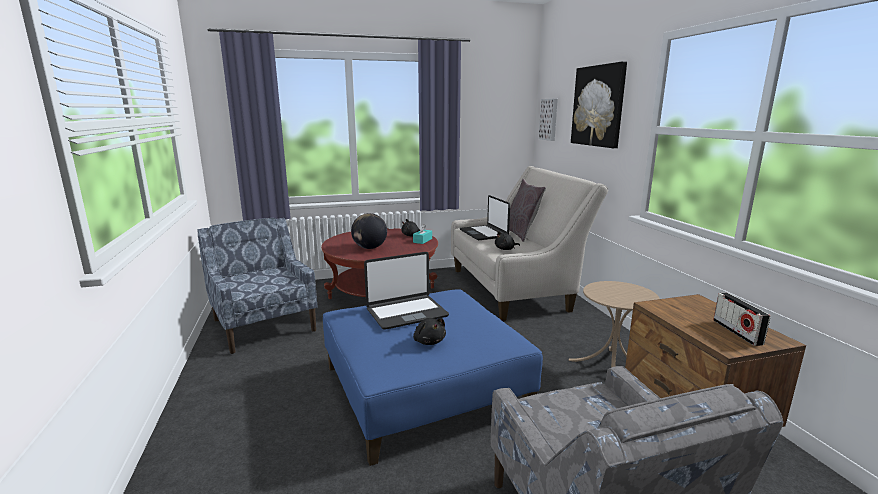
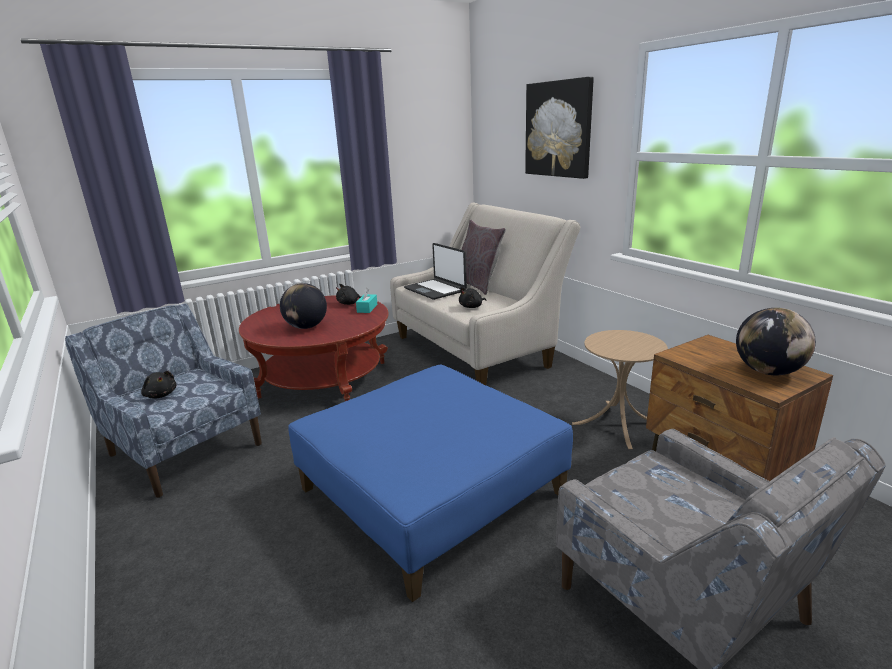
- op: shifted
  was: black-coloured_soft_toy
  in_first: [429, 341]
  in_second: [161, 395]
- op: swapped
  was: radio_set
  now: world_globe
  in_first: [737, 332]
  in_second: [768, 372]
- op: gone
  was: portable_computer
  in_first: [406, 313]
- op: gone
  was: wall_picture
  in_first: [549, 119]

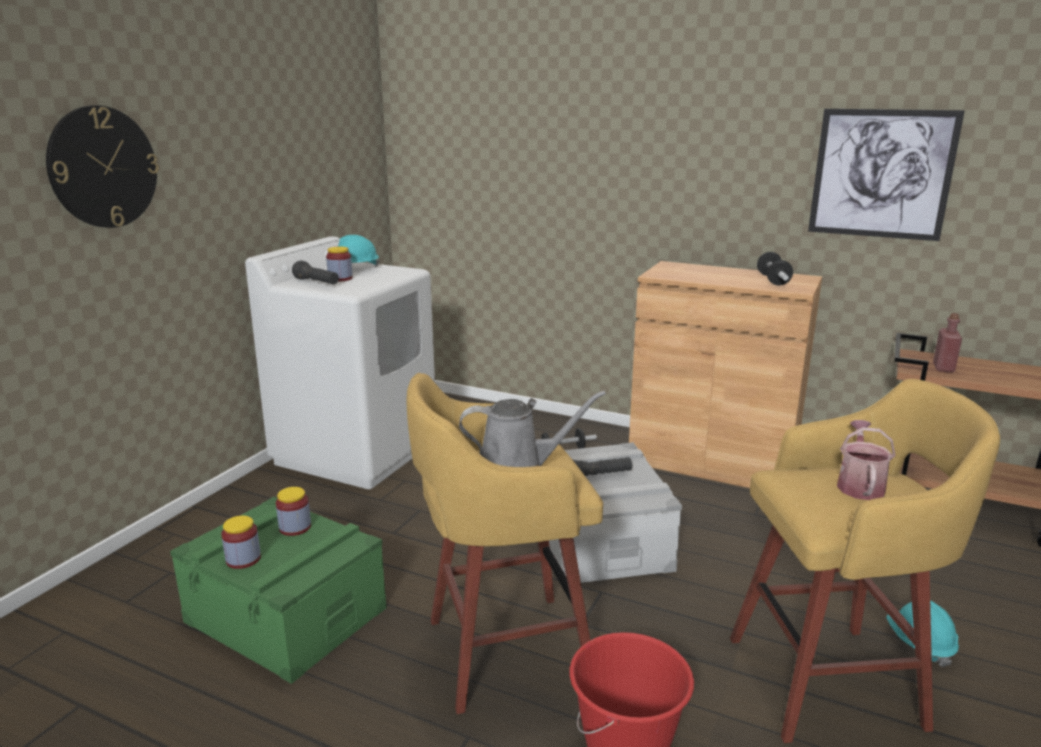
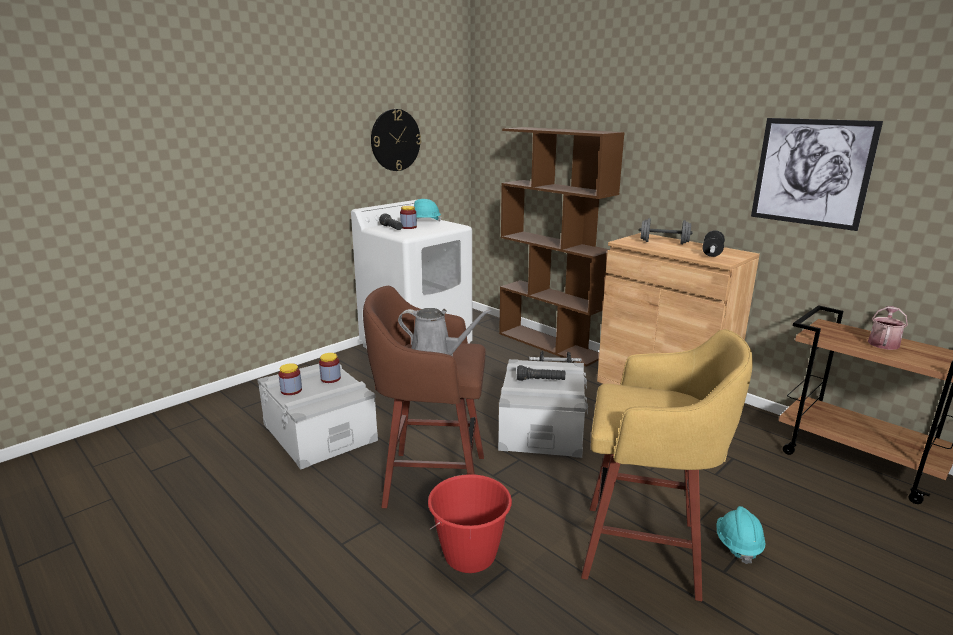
- op: repainted
  was: green-coloured_storage_bin
  now: greyish_storage_bin
  in_first: [287, 615]
  in_second: [320, 432]
- op: repainted
  was: yellow_stool
  now: brownish_stool
  in_first: [502, 651]
  in_second: [431, 480]
- op: shifted
  was: wall_clock
  in_first: [103, 167]
  in_second: [395, 140]
- op: new
  now: brownish_bookshelf
  in_second: [551, 344]
- op: new
  now: greyish_hand_weight
  in_second: [664, 242]
- op: shifted
  was: sprinkling_can
  in_first: [859, 485]
  in_second: [883, 342]
- op: gone
  was: red-coloured_drink_bottle
  in_first: [943, 368]

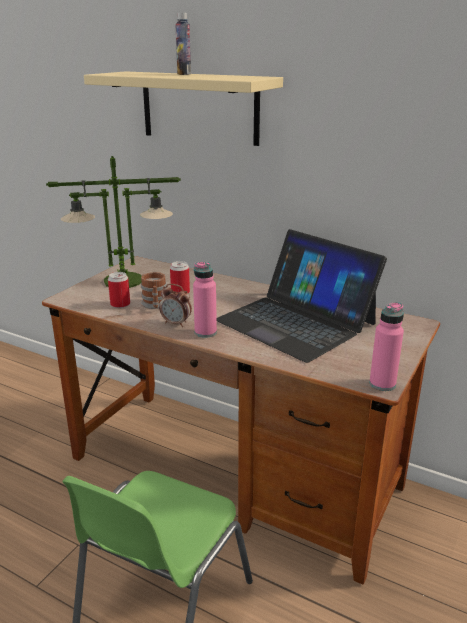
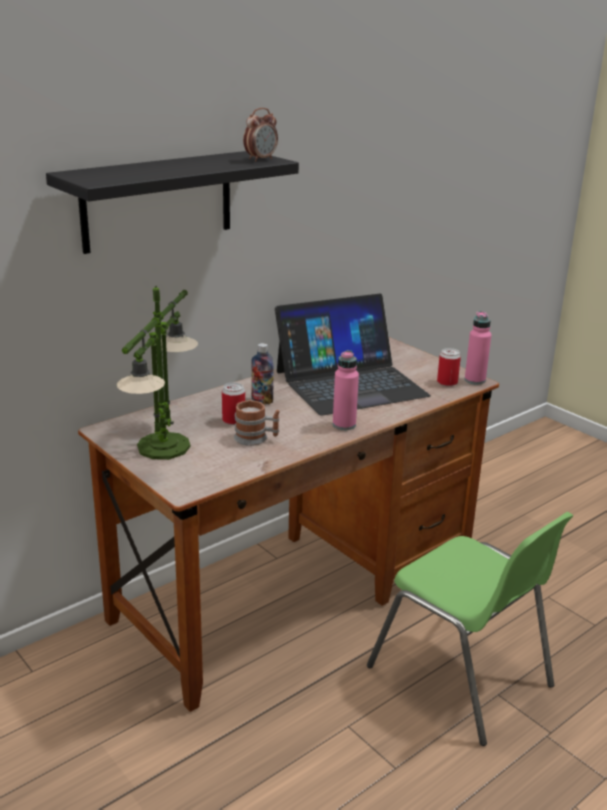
- op: repainted
  was: beige_bracket_shelf
  now: black-coloured_bracket_shelf
  in_first: [199, 107]
  in_second: [158, 201]
- op: shifted
  was: table_clock
  in_first: [176, 323]
  in_second: [260, 159]
- op: shifted
  was: drink_bottle
  in_first: [184, 74]
  in_second: [262, 400]
- op: shifted
  was: sealed_can
  in_first: [120, 304]
  in_second: [447, 382]

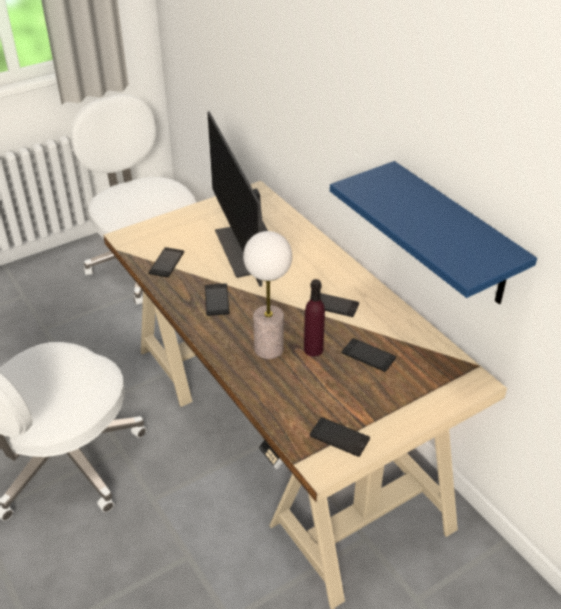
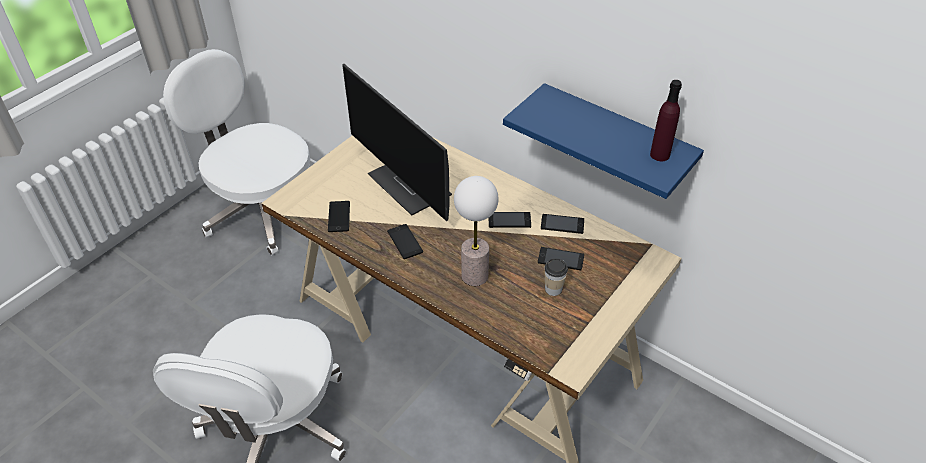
- op: shifted
  was: telephone
  in_first: [339, 437]
  in_second: [562, 224]
- op: new
  now: cup
  in_second: [553, 289]
- op: shifted
  was: purple-coloured_drink_bottle
  in_first: [313, 349]
  in_second: [659, 155]

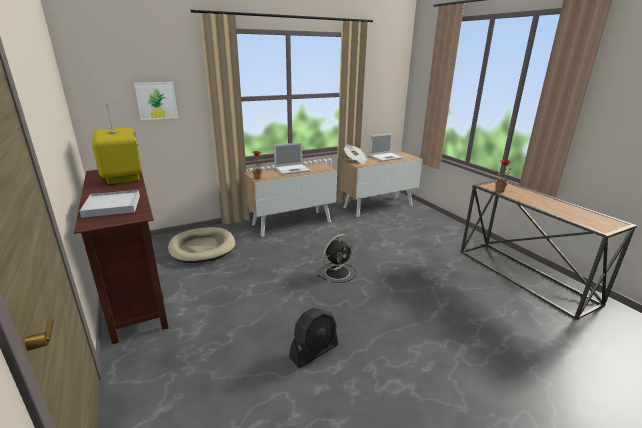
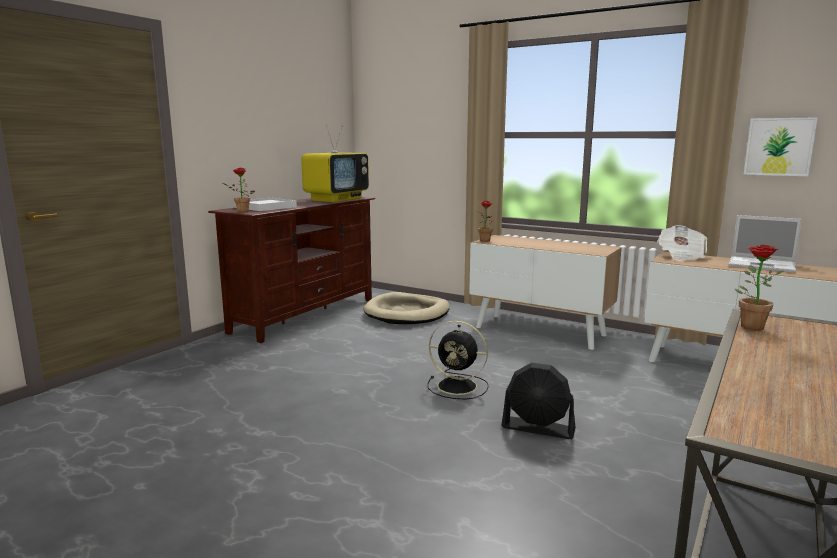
- op: new
  now: houseplant
  in_second: [240, 212]
- op: shifted
  was: black-coloured_electric_fan
  in_first: [314, 351]
  in_second: [538, 428]
- op: shifted
  was: wall_picture
  in_first: [156, 100]
  in_second: [779, 147]
- op: gone
  was: portable_computer
  in_first: [293, 169]

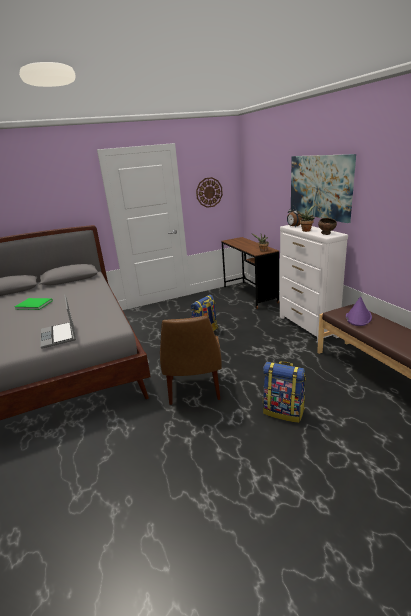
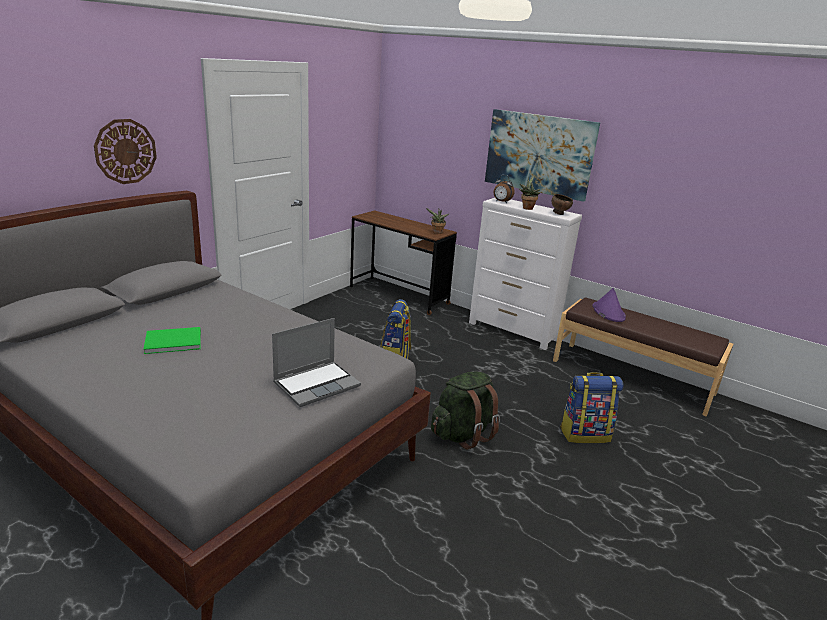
- op: shifted
  was: wall_clock
  in_first: [209, 192]
  in_second: [125, 151]
- op: rotated
  was: portable_computer
  in_first: [59, 335]
  in_second: [317, 384]
  clockwise: -75
- op: swapped
  was: brownish_chair
  now: green-coloured_knapsack
  in_first: [194, 390]
  in_second: [463, 434]

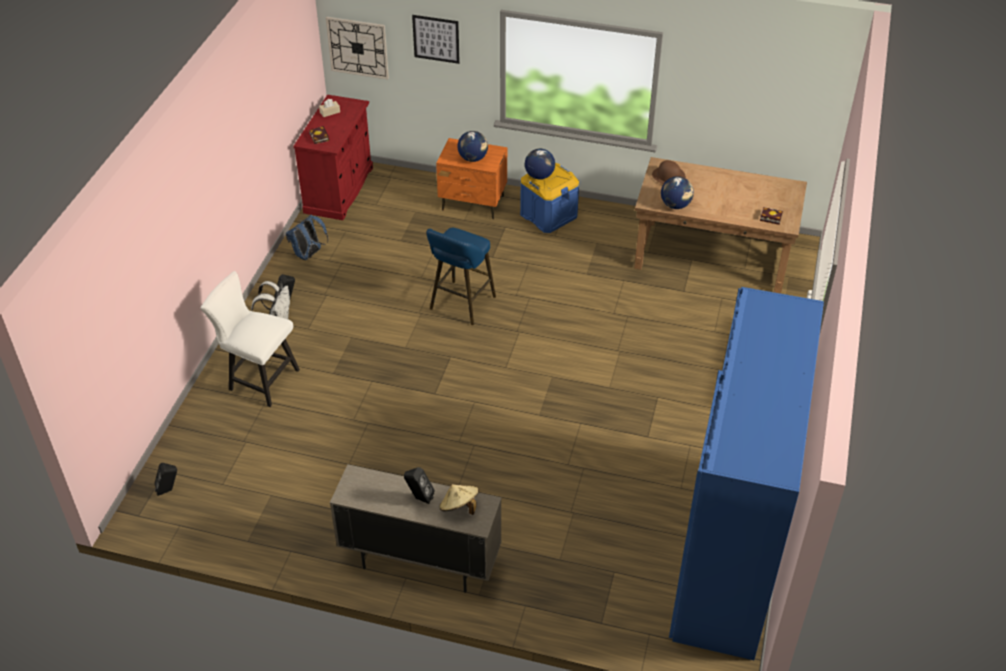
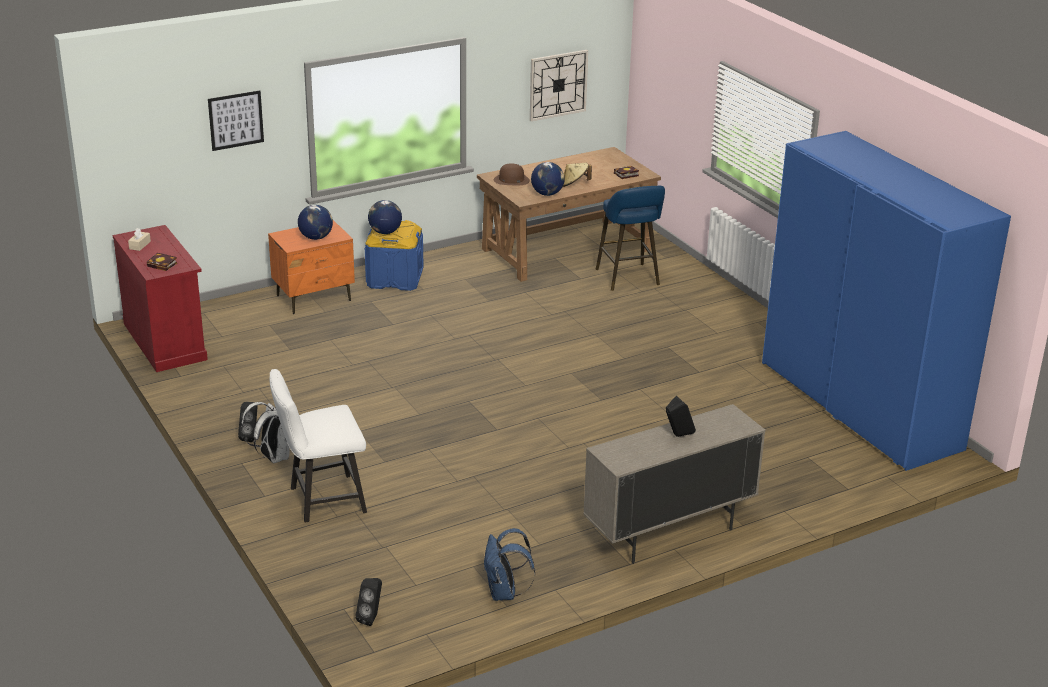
- op: shifted
  was: bluish_knapsack
  in_first: [308, 255]
  in_second: [504, 593]
- op: shifted
  was: wall_clock
  in_first: [358, 47]
  in_second: [558, 85]
- op: shifted
  was: beige_wearable_hat
  in_first: [459, 507]
  in_second: [574, 184]
- op: shifted
  was: bluish_stool
  in_first: [461, 305]
  in_second: [628, 279]

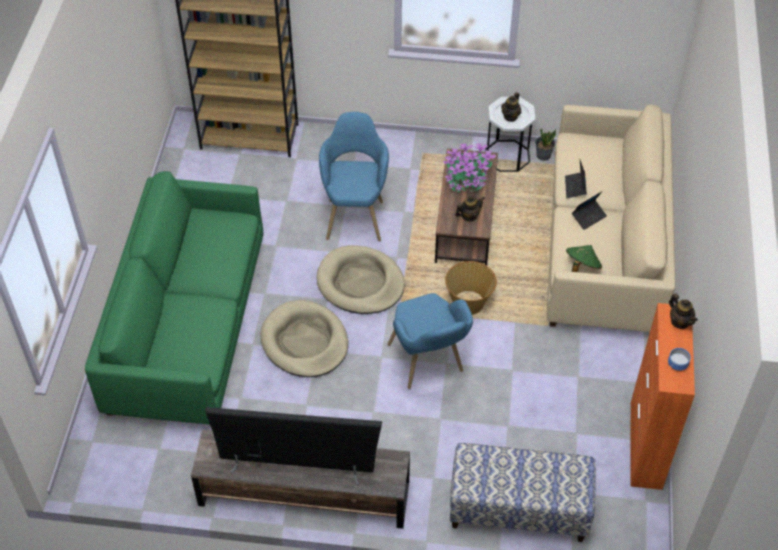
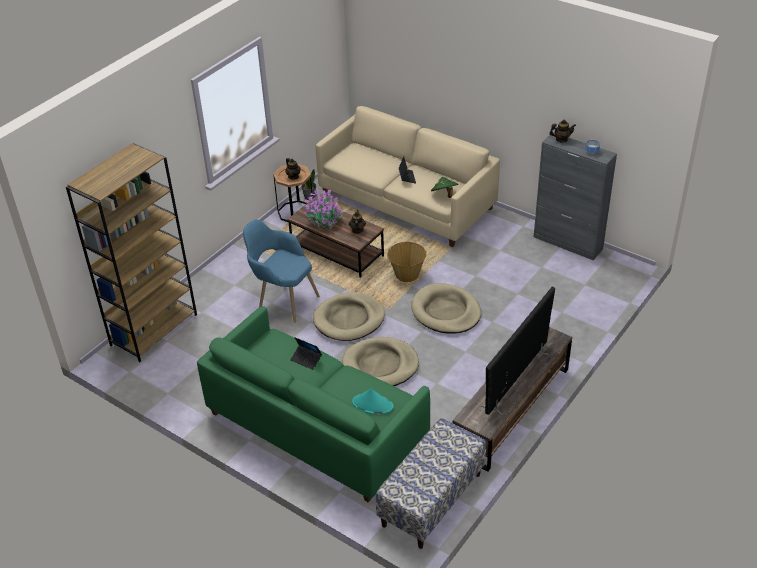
- op: repainted
  was: white-coloured_end_table
  now: brownish_end_table
  in_first: [507, 156]
  in_second: [295, 212]
- op: shifted
  was: portable_computer
  in_first: [575, 187]
  in_second: [306, 359]
- op: new
  now: blue-green_wearable_hat
  in_second: [372, 404]
- op: shifted
  was: indoor_bench
  in_first: [518, 510]
  in_second: [432, 500]
- op: swapped
  was: bluish_lounge_chair
  now: beige_dog_cushion
  in_first: [429, 366]
  in_second: [446, 311]
- op: repainted
  was: orange_storage_cabinet
  now: greyish_storage_cabinet
  in_first: [645, 445]
  in_second: [568, 243]

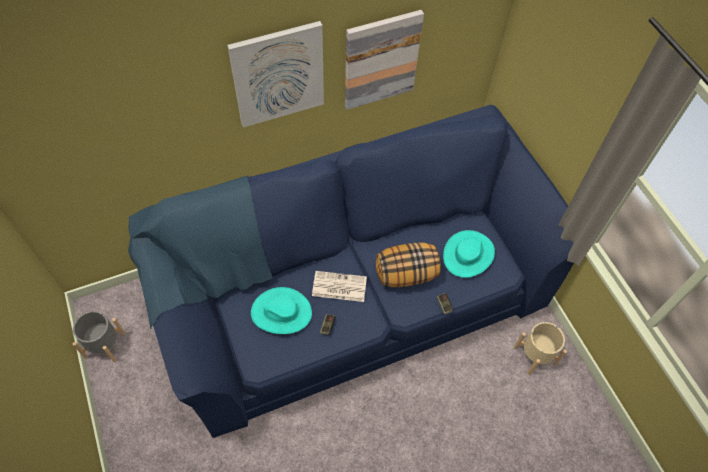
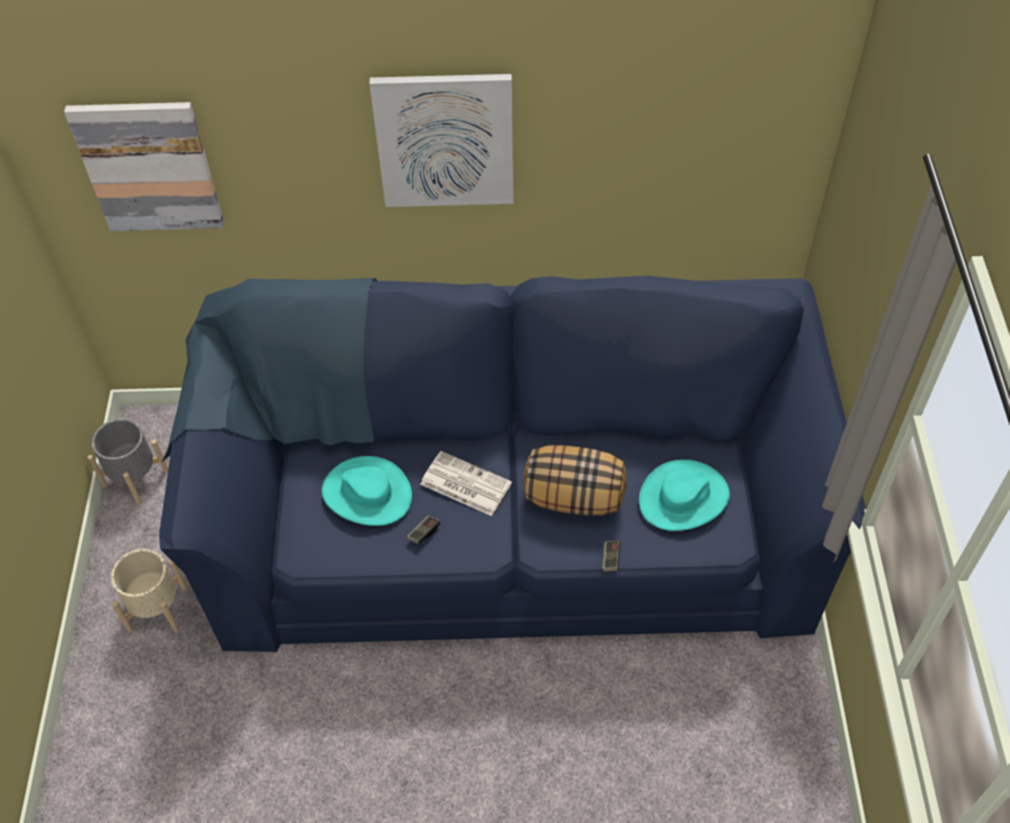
- op: shifted
  was: wall_picture
  in_first: [381, 60]
  in_second: [149, 166]
- op: shifted
  was: beige_planter
  in_first: [535, 355]
  in_second: [157, 608]

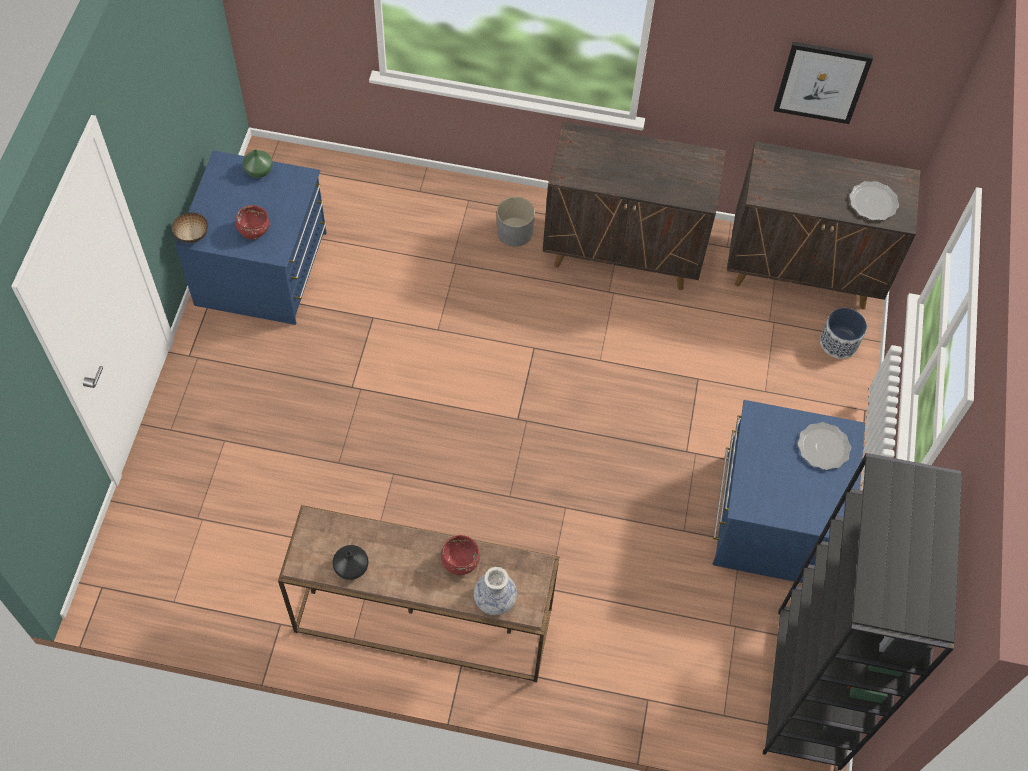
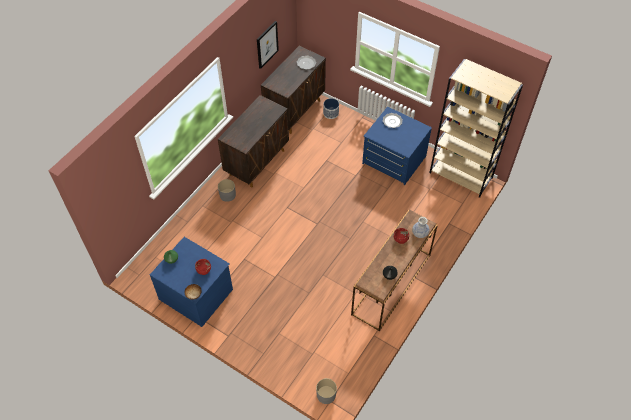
- op: new
  now: greyish_planter
  in_second: [326, 394]
- op: repainted
  was: black-coloured_bookshelf
  now: beige_bookshelf
  in_first: [809, 689]
  in_second: [461, 175]

